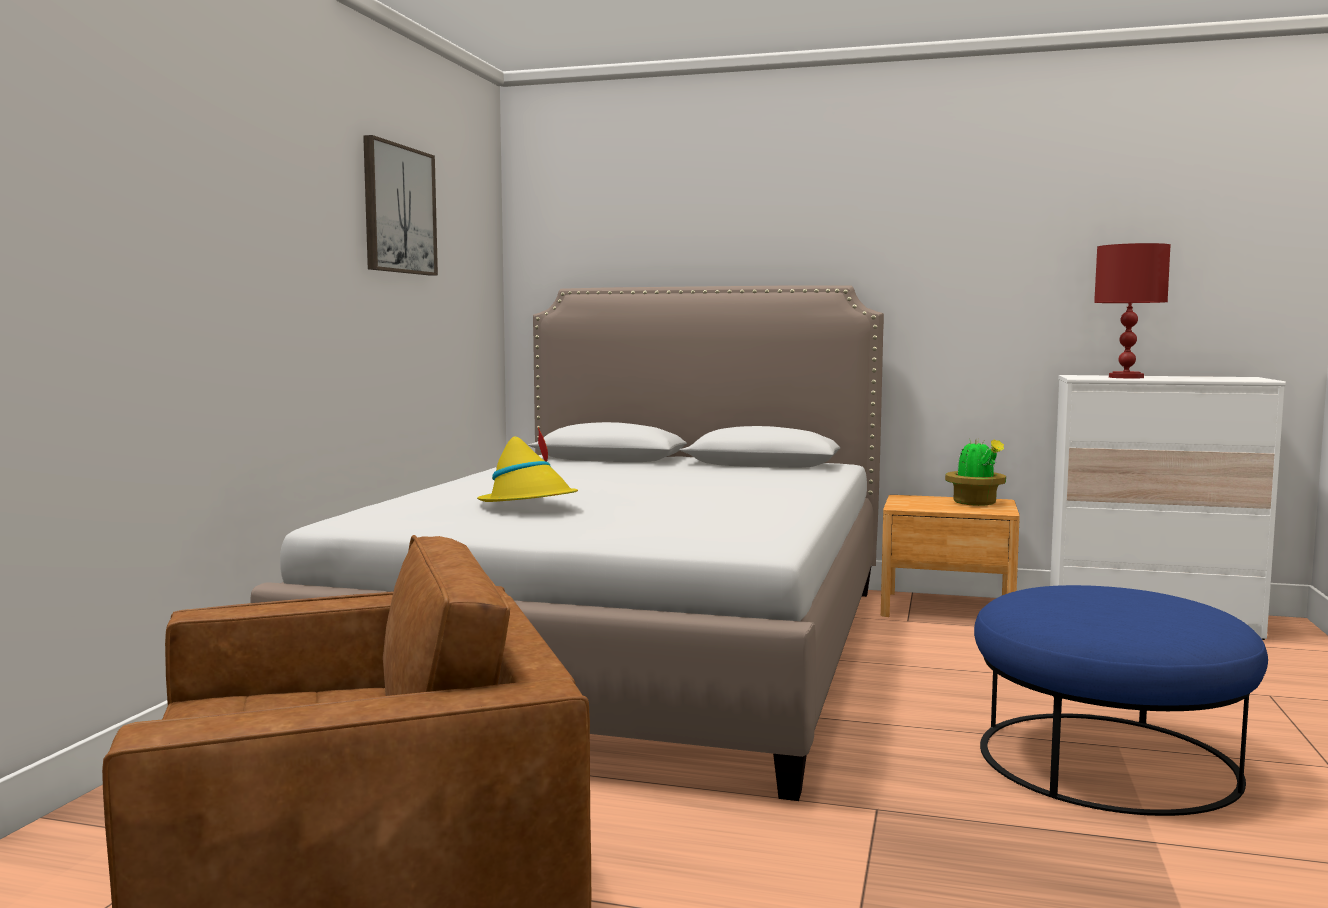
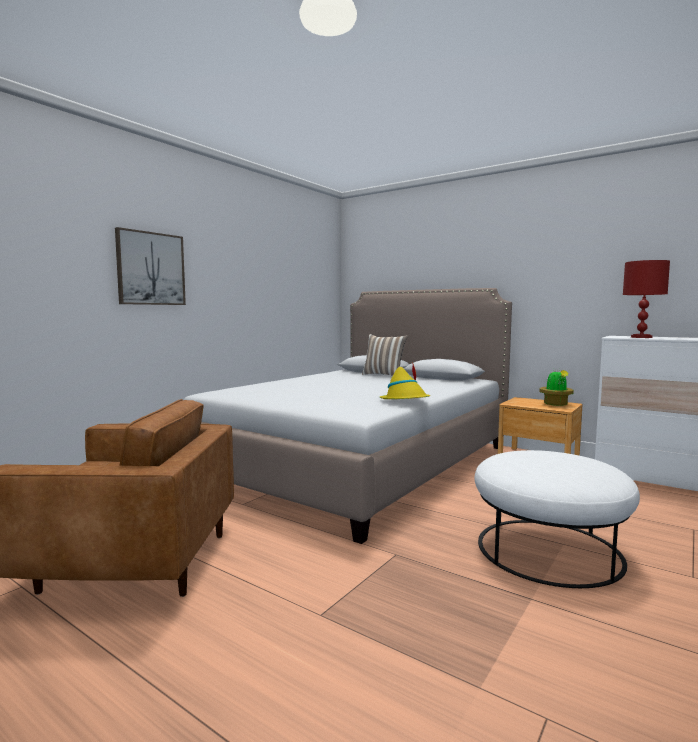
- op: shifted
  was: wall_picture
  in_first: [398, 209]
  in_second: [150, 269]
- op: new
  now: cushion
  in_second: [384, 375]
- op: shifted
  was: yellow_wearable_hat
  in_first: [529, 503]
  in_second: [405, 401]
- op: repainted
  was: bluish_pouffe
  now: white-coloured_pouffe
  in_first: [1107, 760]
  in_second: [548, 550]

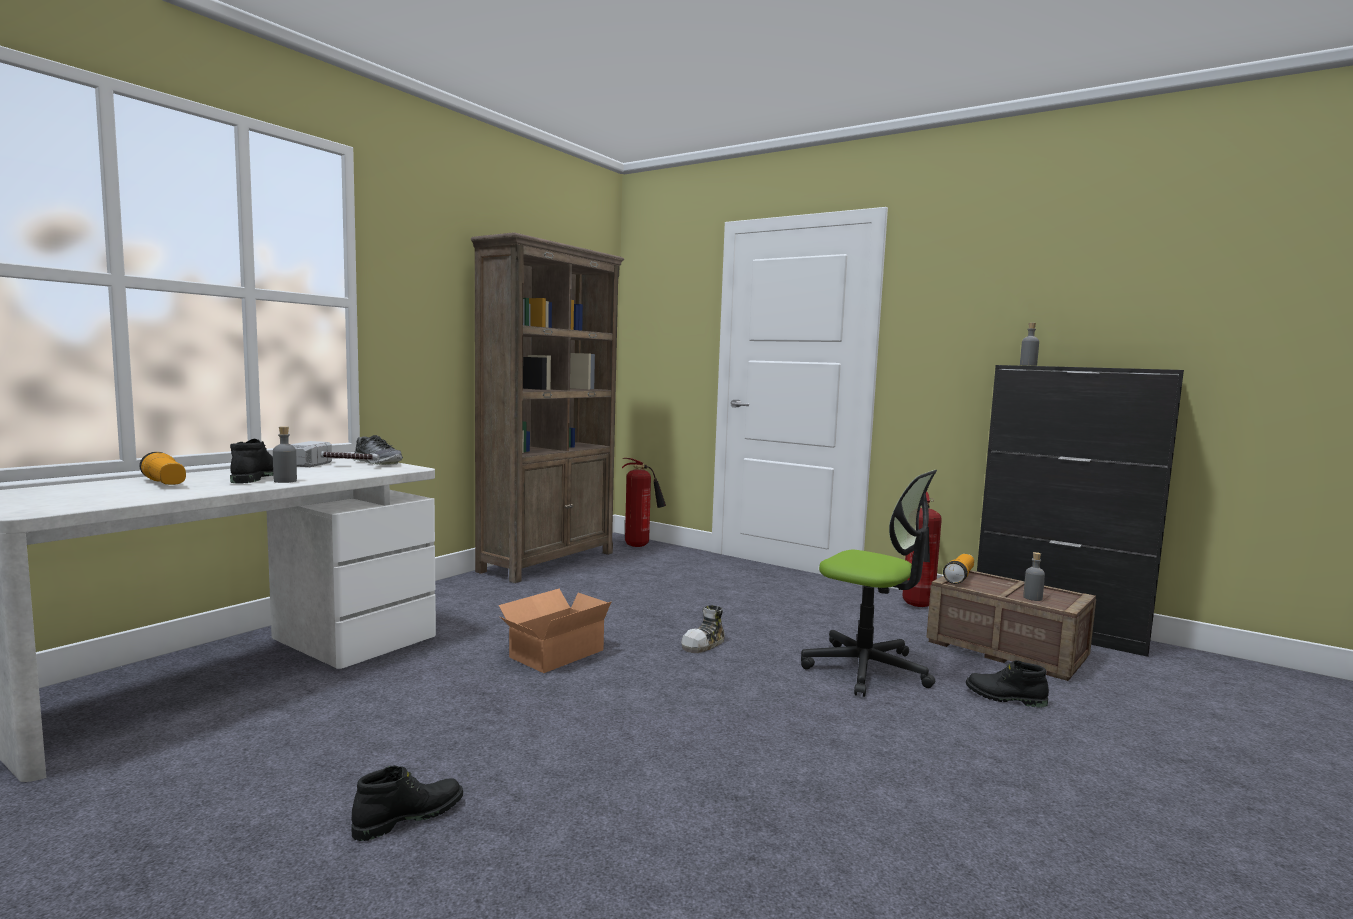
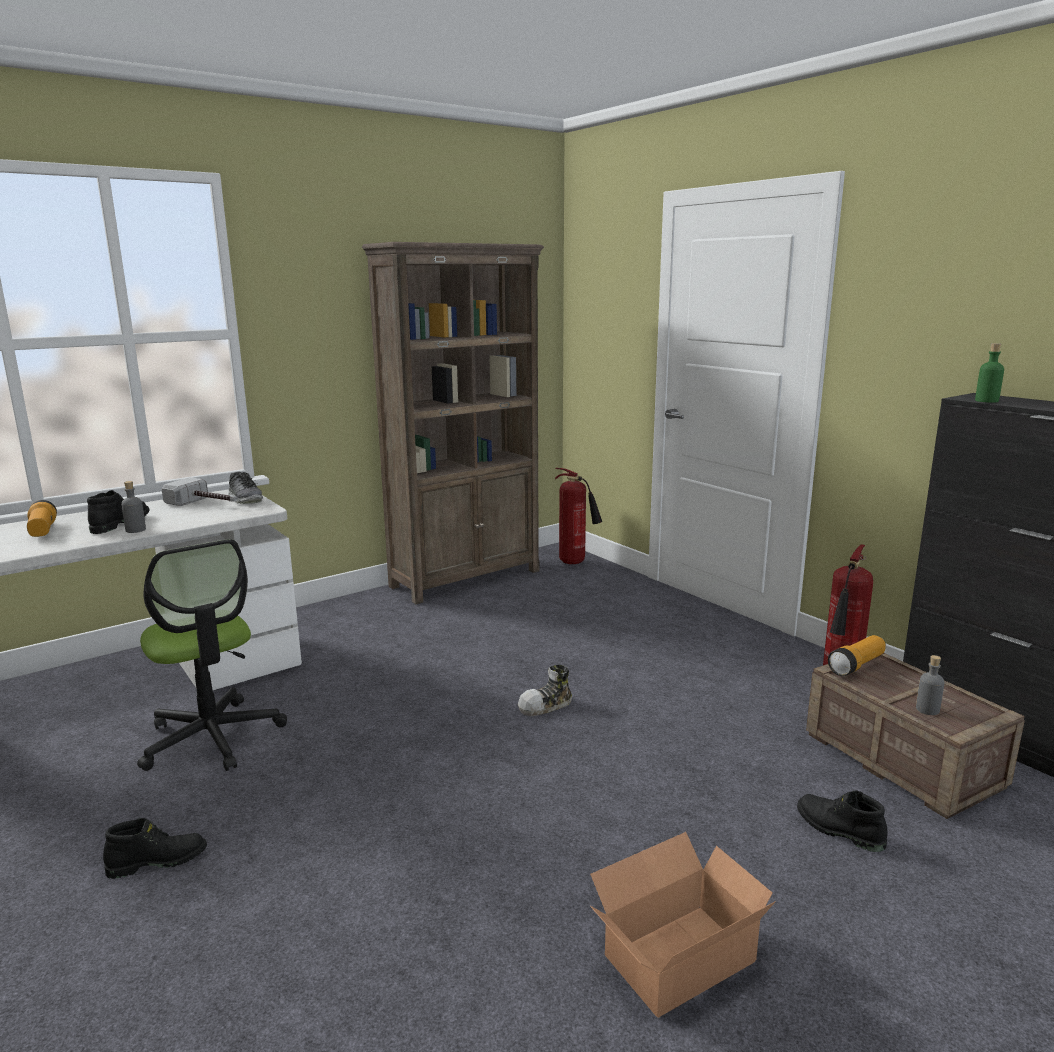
- op: shifted
  was: office_chair
  in_first: [866, 669]
  in_second: [212, 737]
- op: shifted
  was: packing_box
  in_first: [553, 653]
  in_second: [673, 955]
- op: repainted
  was: greyish_drink_bottle
  now: green-coloured_drink_bottle
  in_first: [1028, 365]
  in_second: [986, 401]

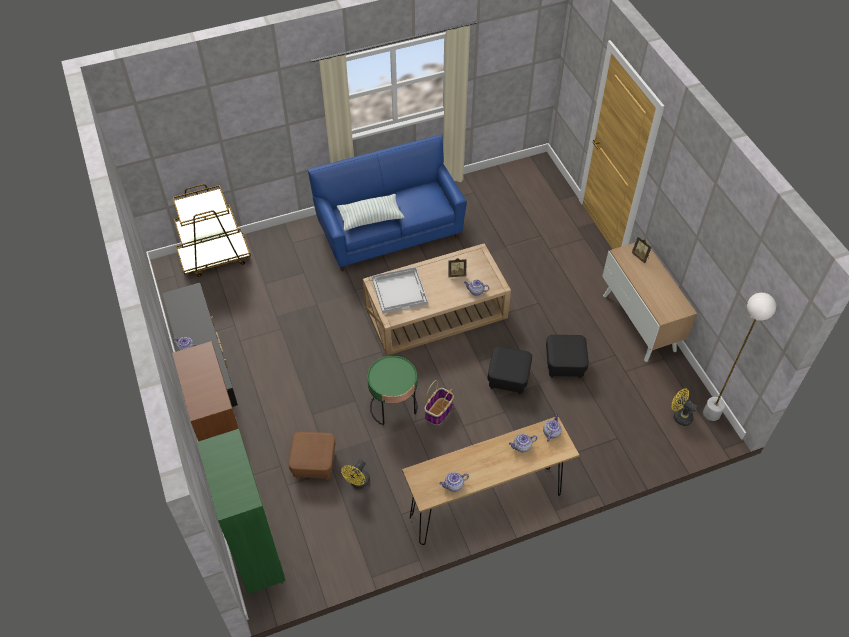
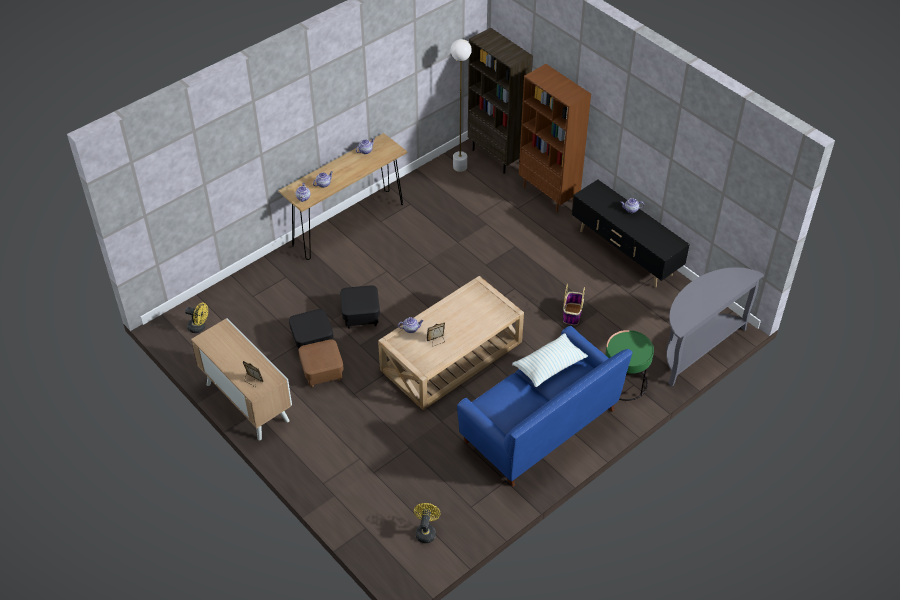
- op: shifted
  was: brownish_pouffe
  in_first: [314, 464]
  in_second: [322, 372]
- op: shifted
  was: yellow_electric_fan
  in_first: [358, 483]
  in_second: [426, 531]
- op: shifted
  was: white-coloured_standard_lamp
  in_first: [711, 413]
  in_second: [460, 167]
- op: repainted
  was: green-coloured_bookshelf
  now: brownish_bookshelf
  in_first: [258, 559]
  in_second: [497, 156]
- op: shifted
  was: household_basket
  in_first: [438, 412]
  in_second: [572, 314]
- op: shifted
  was: green-coloured_end_table
  in_first: [393, 406]
  in_second: [624, 383]
- op: swapped
  was: brownish_cart
  now: greyish_hall_table
  in_first: [215, 257]
  in_second: [697, 348]
- op: gone
  was: white-coloured_serving_tray
  in_first: [400, 290]

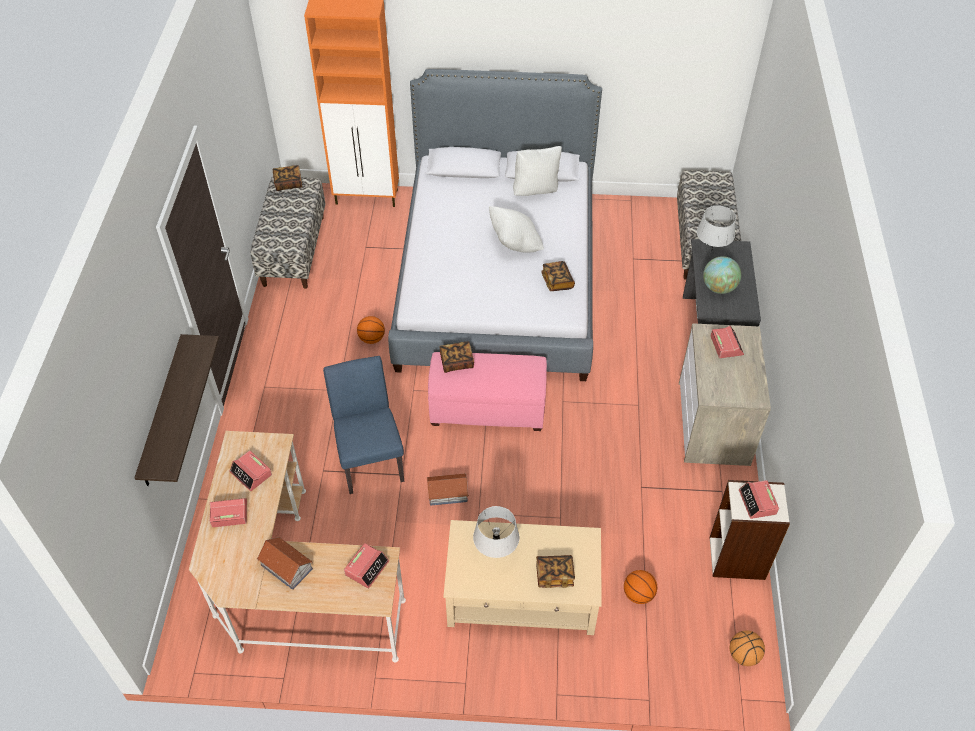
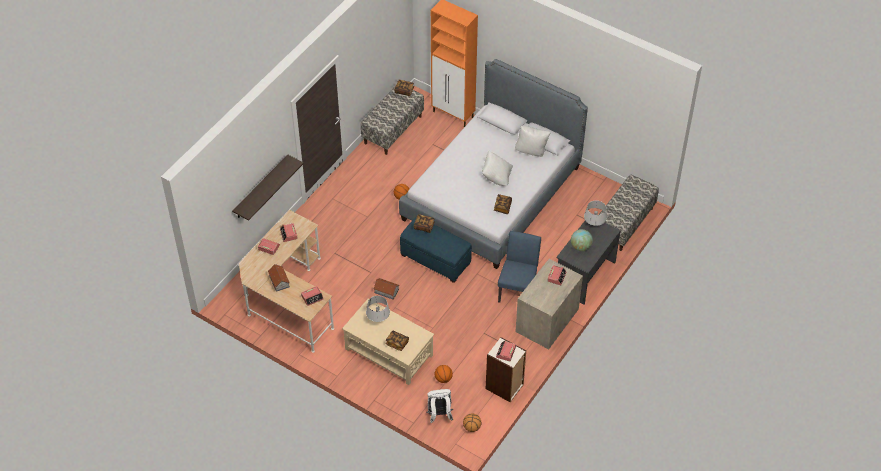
- op: repainted
  was: pink_pouffe
  now: bluish_pouffe
  in_first: [488, 408]
  in_second: [436, 259]
- op: new
  now: white-coloured_knapsack
  in_second: [439, 415]
- op: shifted
  was: bluish_chair
  in_first: [369, 457]
  in_second: [518, 288]

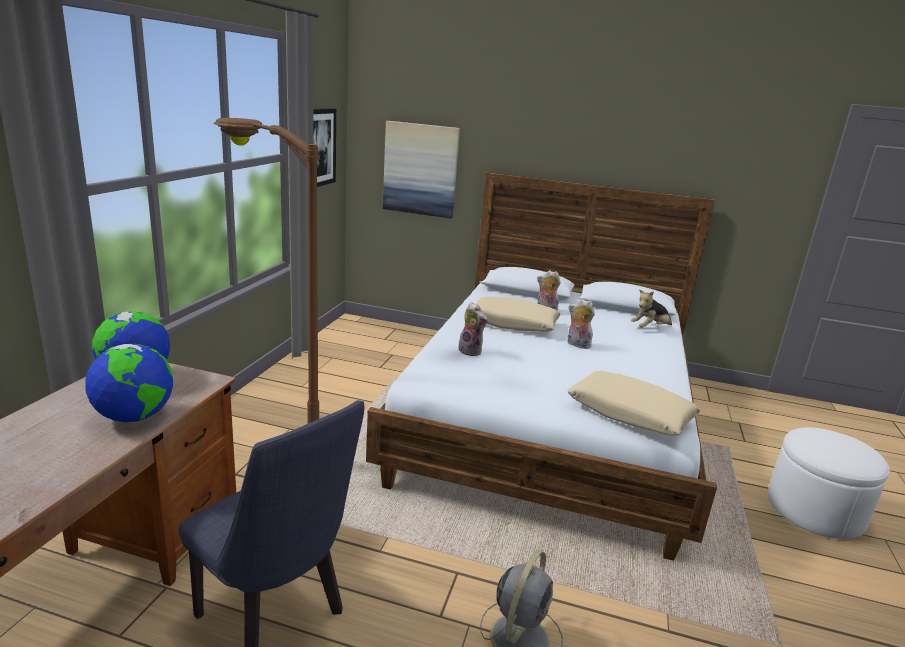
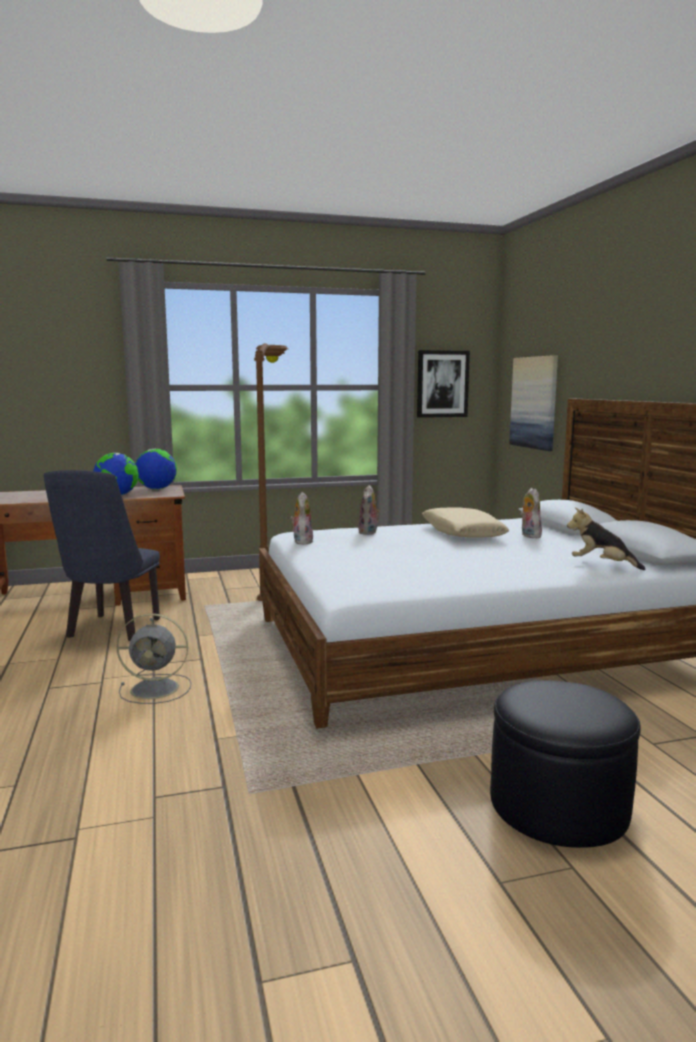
- op: shifted
  was: soft_toy
  in_first: [577, 345]
  in_second: [301, 541]
- op: repainted
  was: white-coloured_pouffe
  now: black-coloured_pouffe
  in_first: [815, 509]
  in_second: [559, 805]
- op: gone
  was: beige_cushion
  in_first: [630, 414]

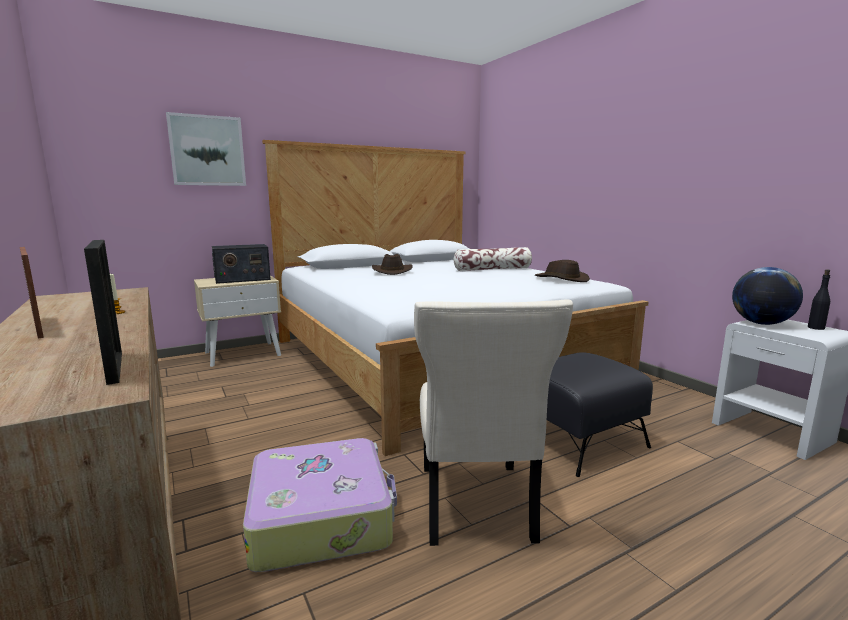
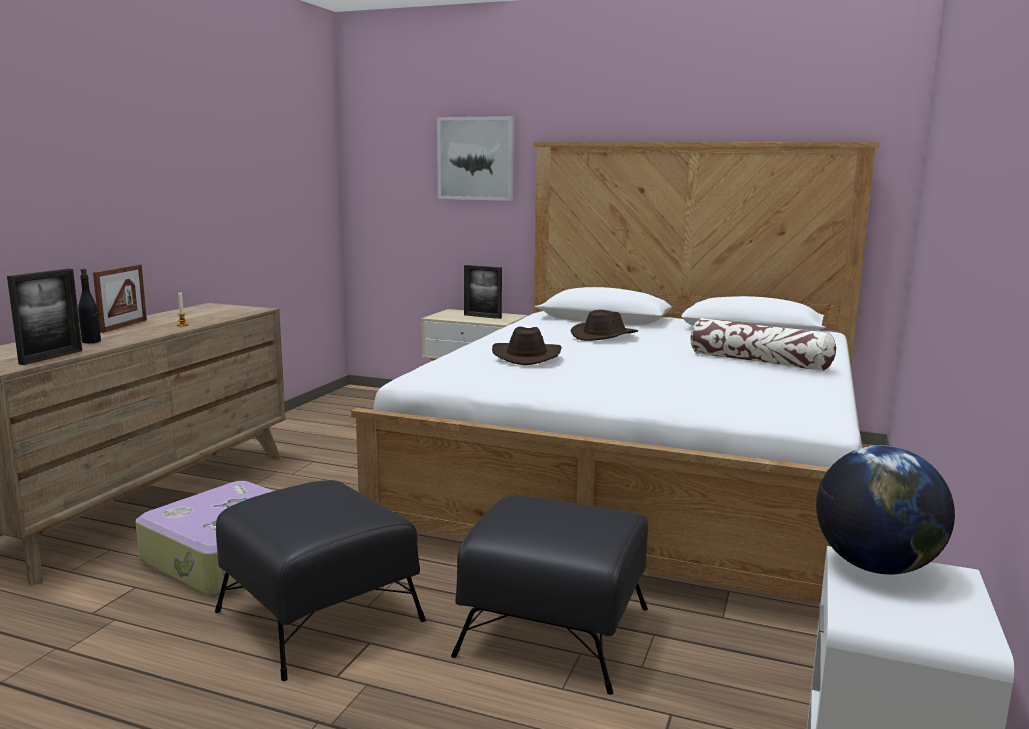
- op: shifted
  was: black-coloured_drink_bottle
  in_first: [816, 328]
  in_second: [91, 341]
- op: swapped
  was: beige_chair
  now: black-coloured_pouffe
  in_first: [475, 506]
  in_second: [319, 615]
- op: swapped
  was: radio_set
  now: standing_frame
  in_first: [242, 279]
  in_second: [482, 316]
- op: shifted
  was: brownish_wearable_hat
  in_first: [561, 279]
  in_second: [526, 356]

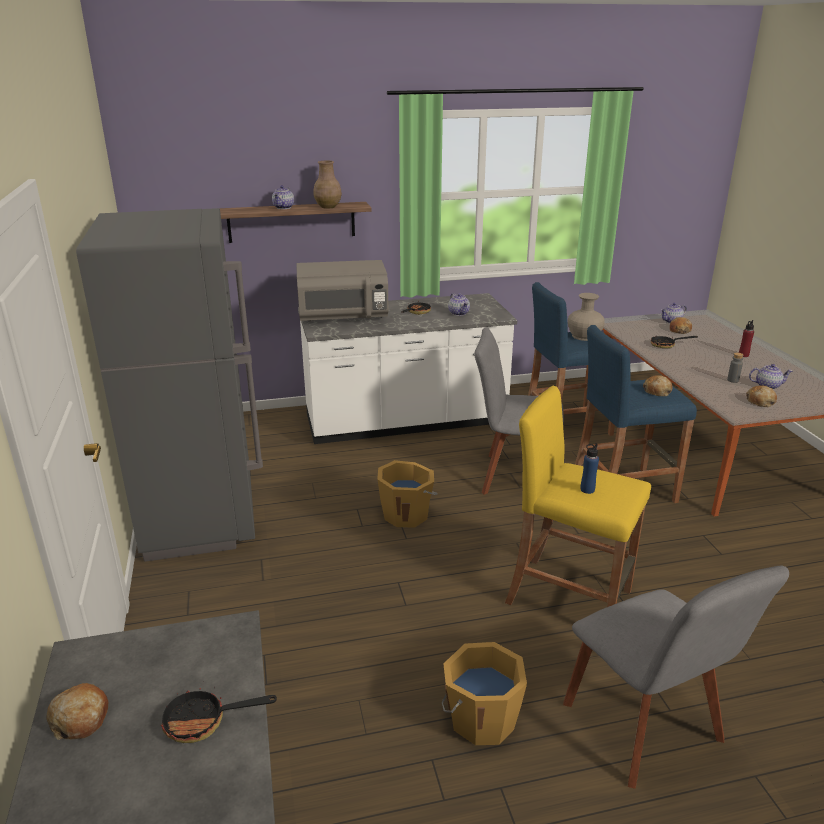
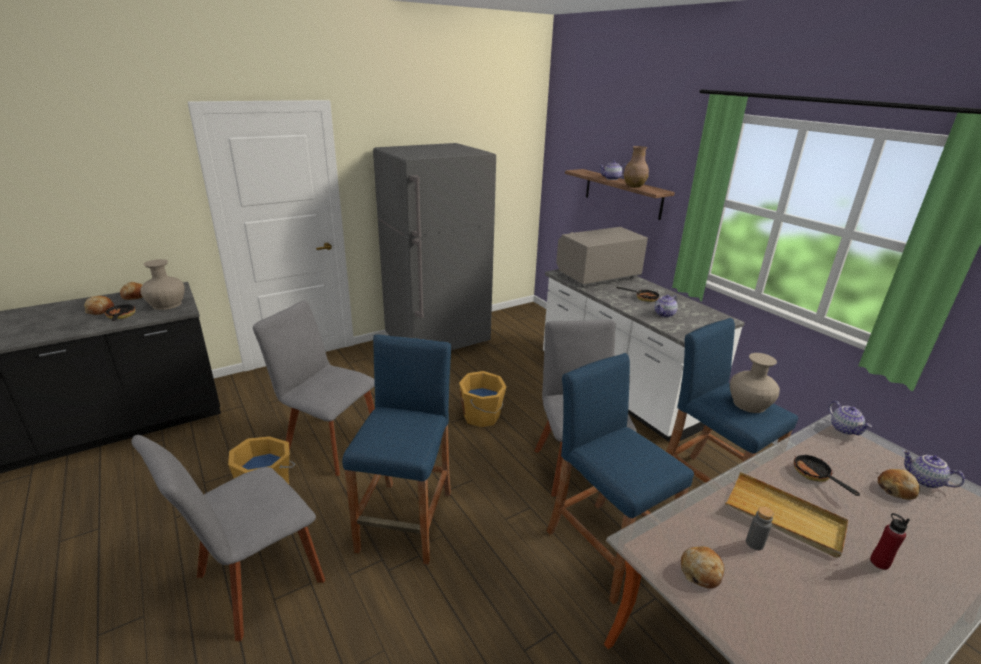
- op: shifted
  was: bread
  in_first: [657, 391]
  in_second: [100, 310]
- op: new
  now: beige_decorative_vase
  in_second: [167, 304]
- op: new
  now: greyish_chair
  in_second: [329, 443]
- op: repainted
  was: yellow_stool
  now: bluish_stool
  in_first: [569, 597]
  in_second: [406, 521]
- op: rotated
  was: greyish_kitchen_microwave
  in_first: [343, 317]
  in_second: [597, 275]
  clockwise: 90
- op: new
  now: beige_serving_tray
  in_second: [784, 517]
- op: shifted
  was: teapot
  in_first: [767, 386]
  in_second: [844, 429]
- op: gone
  was: bluish_drink_bottle
  in_first: [587, 489]

